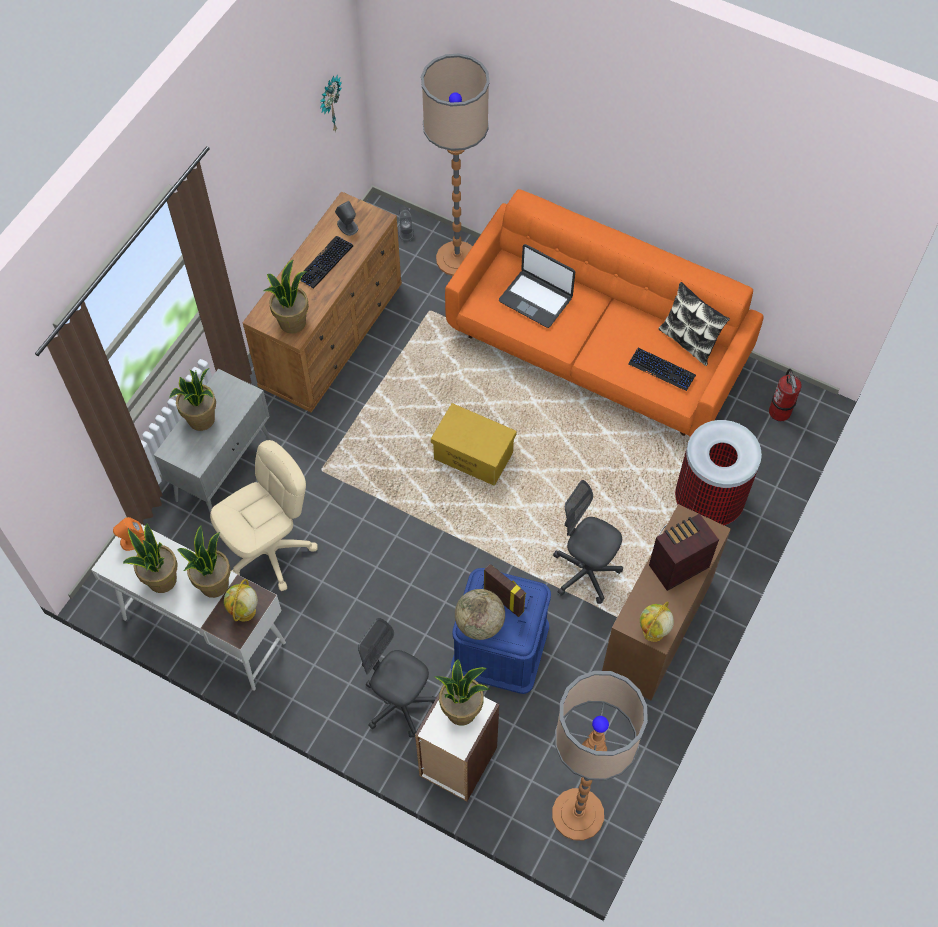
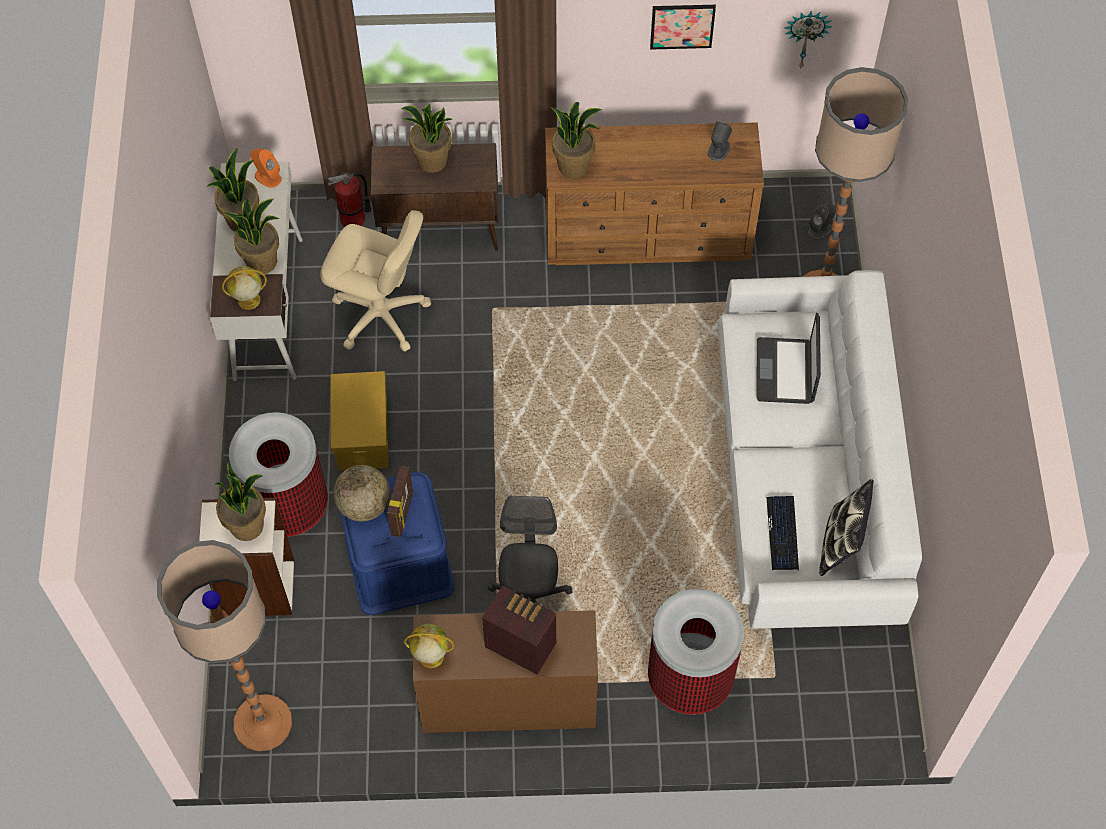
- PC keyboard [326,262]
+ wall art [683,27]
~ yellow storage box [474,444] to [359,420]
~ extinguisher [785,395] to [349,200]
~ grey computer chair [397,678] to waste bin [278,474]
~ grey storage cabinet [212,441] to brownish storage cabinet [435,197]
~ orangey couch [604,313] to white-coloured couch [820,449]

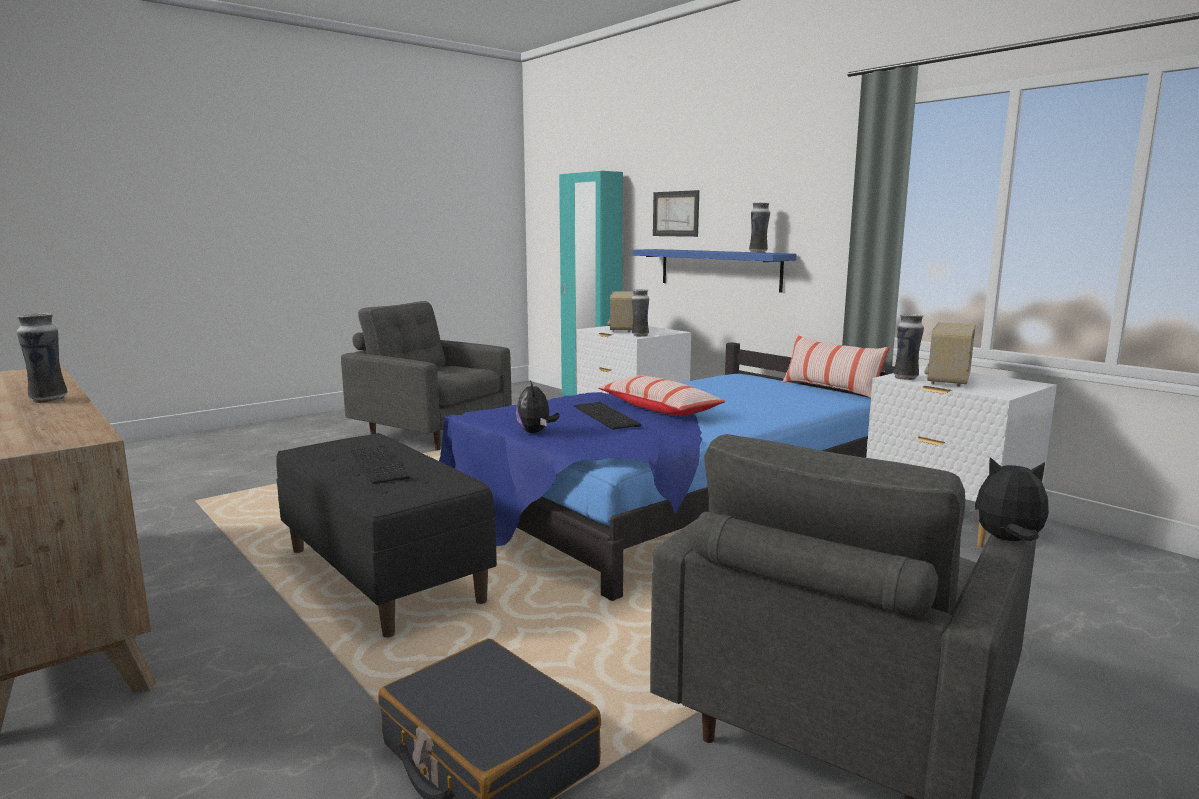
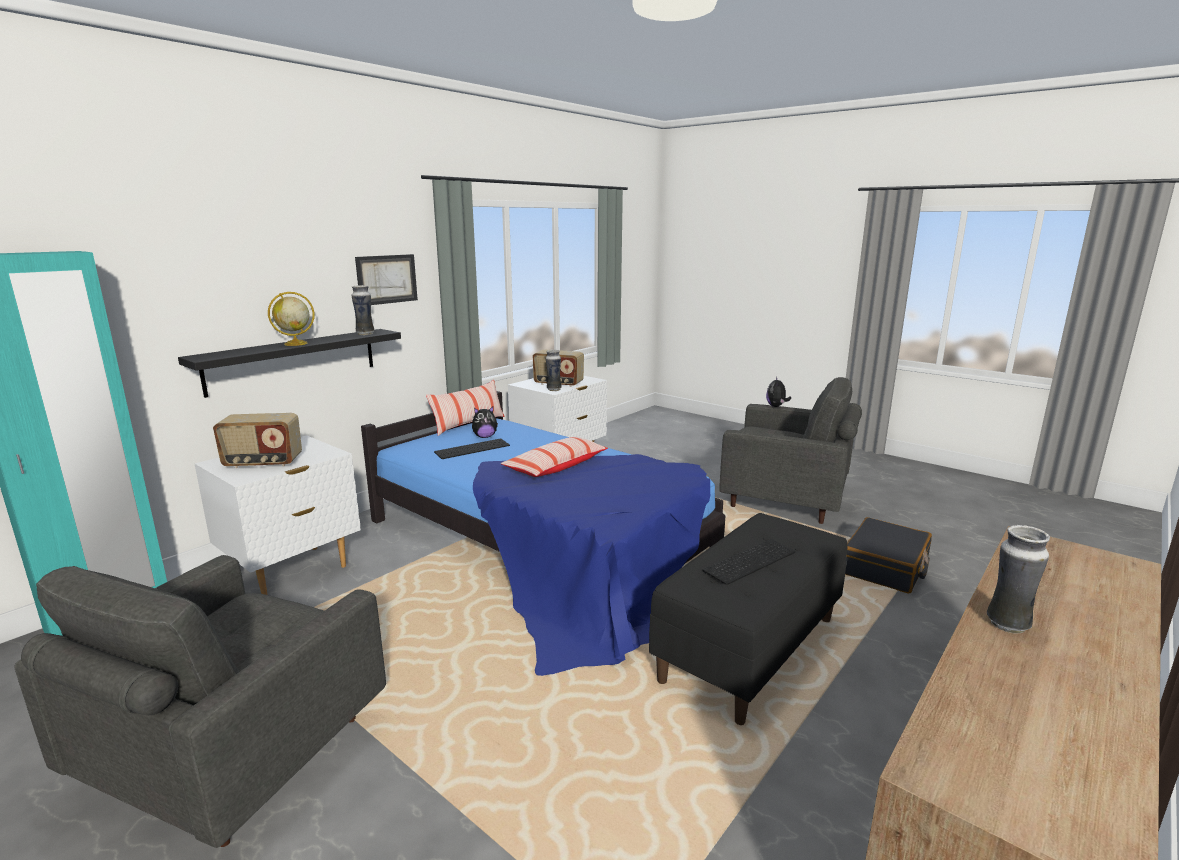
- vase [640,313]
+ desk globe [291,319]
~ soft toy [537,406] to [485,422]
~ PC keyboard [607,416] to [472,448]
~ wall art [676,213] to [386,279]
~ blue-coloured bracket shelf [714,271] to black bracket shelf [289,363]

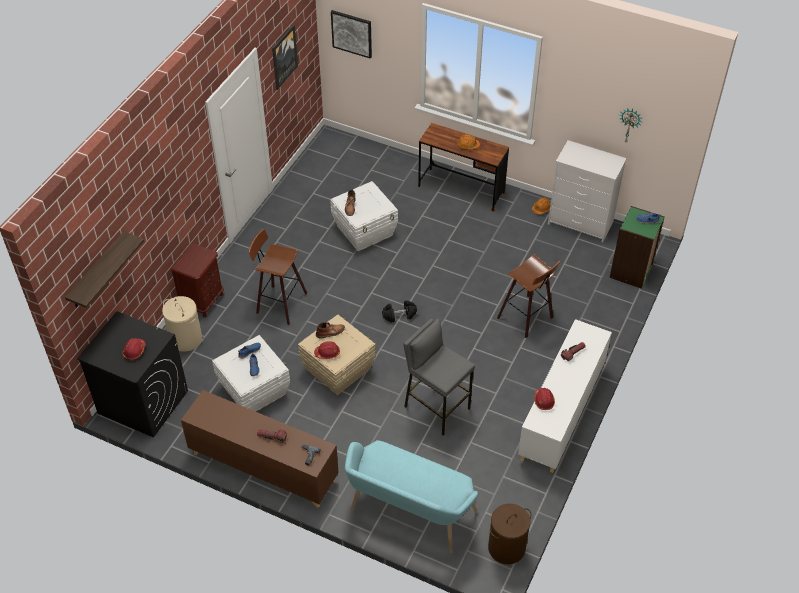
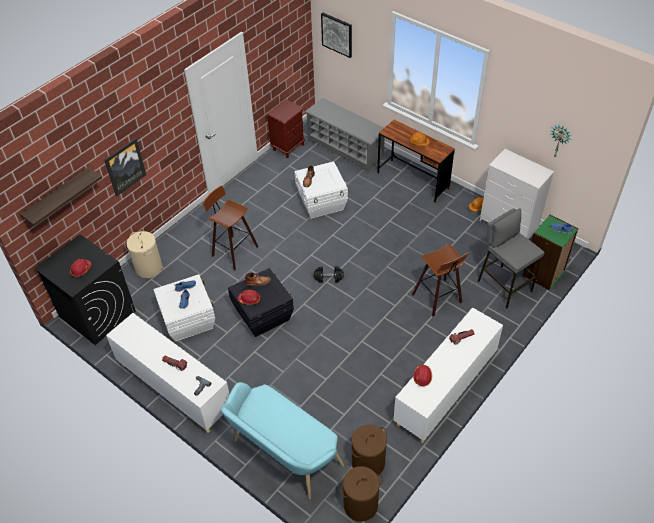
+ grey shoe shelf [345,135]
+ brownish laundry basket [369,450]
~ brownish night table [197,280] to [286,129]
~ wall art [285,57] to [125,167]
~ grey sitting stool [439,377] to [511,258]
~ brownish storage cabinet [260,449] to white-coloured storage cabinet [167,373]
~ beige-coloured storage box [337,354] to black storage box [261,302]

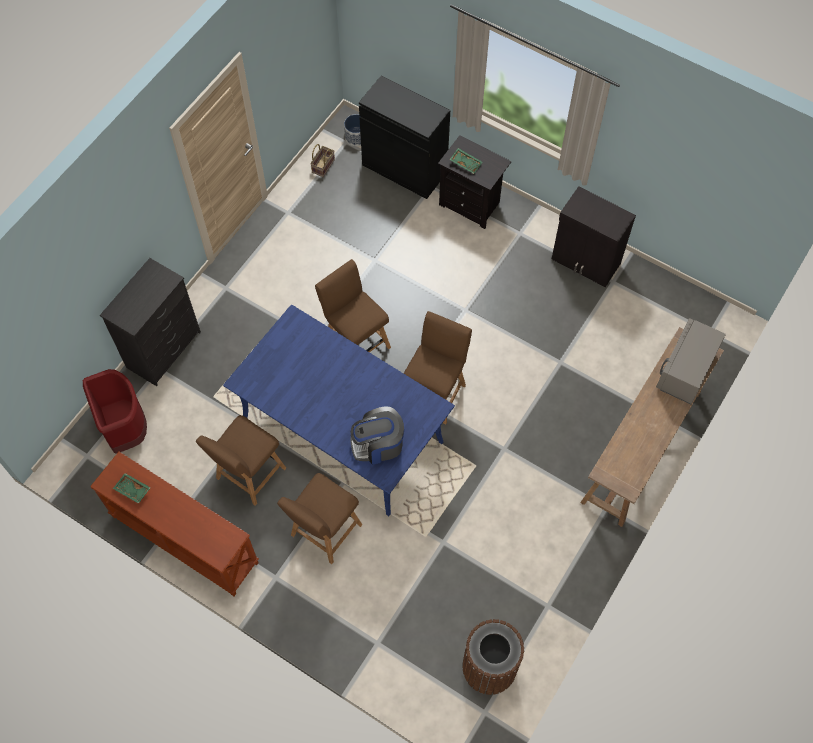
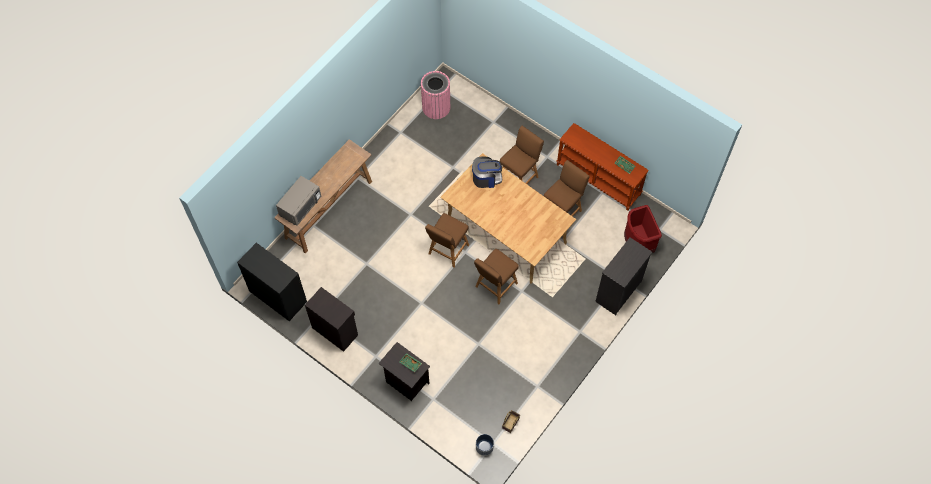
~ black storage cabinet [404,137] to [272,282]
~ blue-coloured dinner table [339,410] to beige-coloured dinner table [508,218]
~ brownish waste bin [493,657] to pinkish waste bin [435,95]
~ brownish upright chair [353,305] = [496,276] 75 degrees clockwise

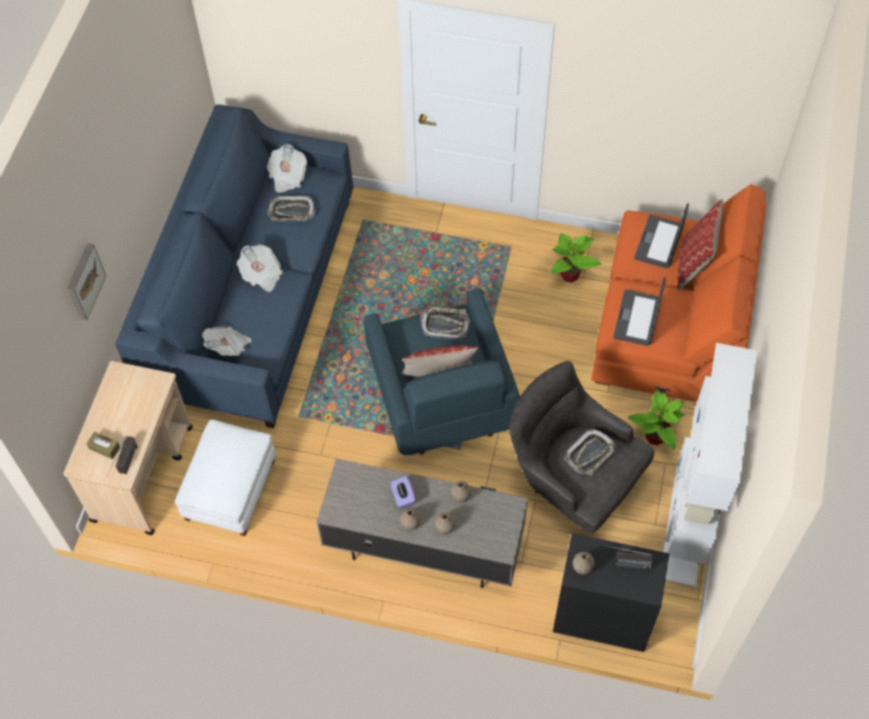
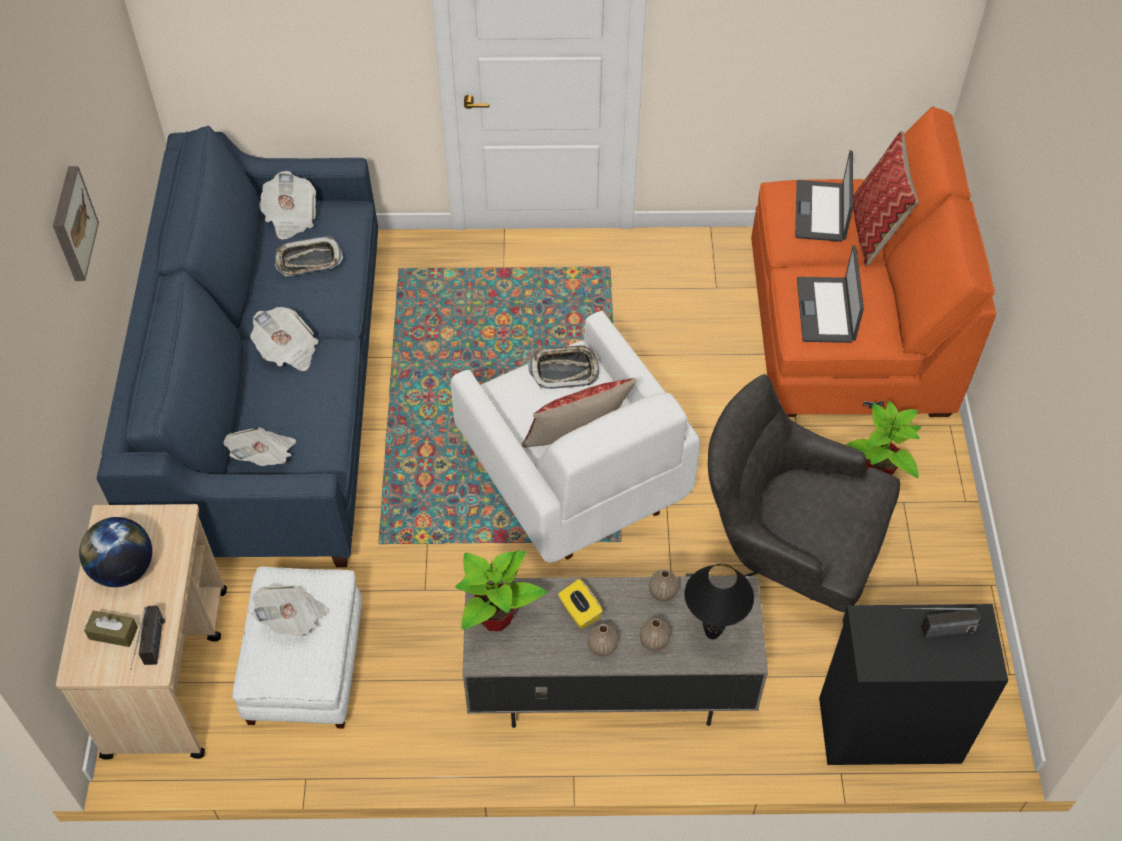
- serving tray [590,452]
- vase [583,563]
- white-coloured bookshelf [710,465]
+ desk globe [115,552]
+ newspaper [290,610]
+ black lamp for a table [719,601]
~ wall art [86,281] to [76,223]
~ potted plant [576,258] to [501,590]
~ blue-coloured lounge chair [442,371] to white-coloured lounge chair [575,437]
~ purple-coloured tissue box [403,492] to yellow tissue box [580,604]

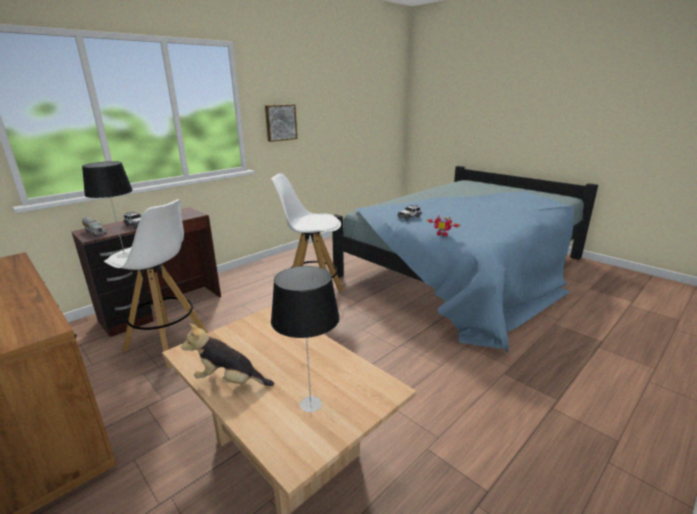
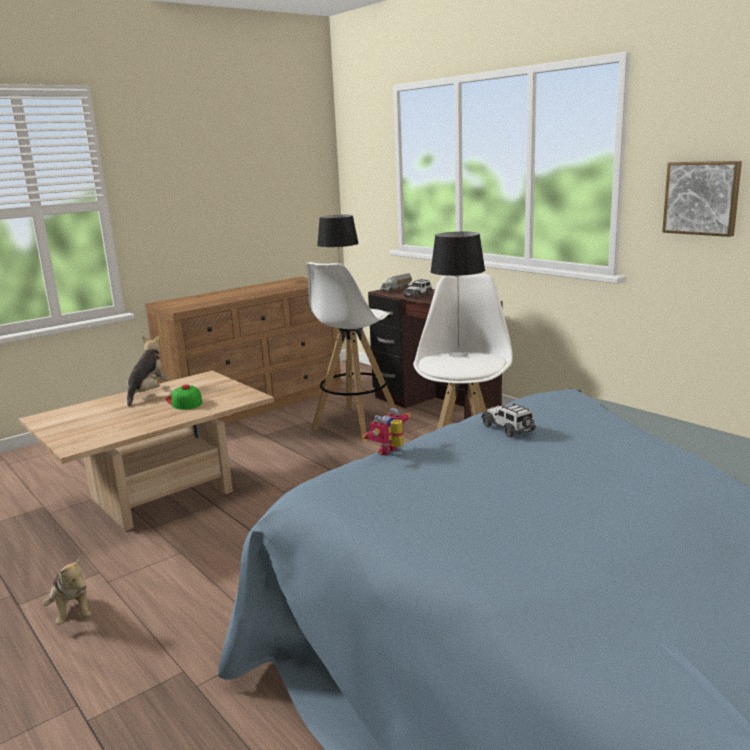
+ soft toy [66,590]
+ peaked cap [184,397]
~ lamp for a table [305,339] to [457,295]

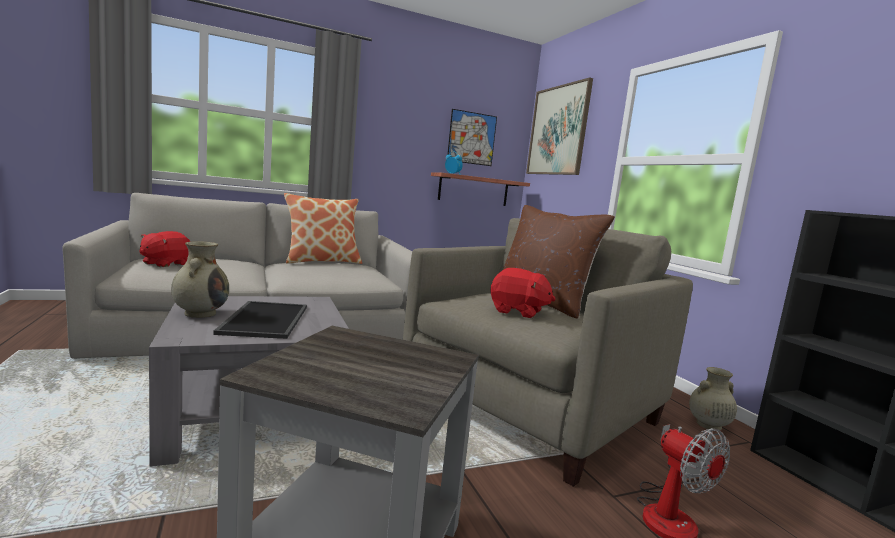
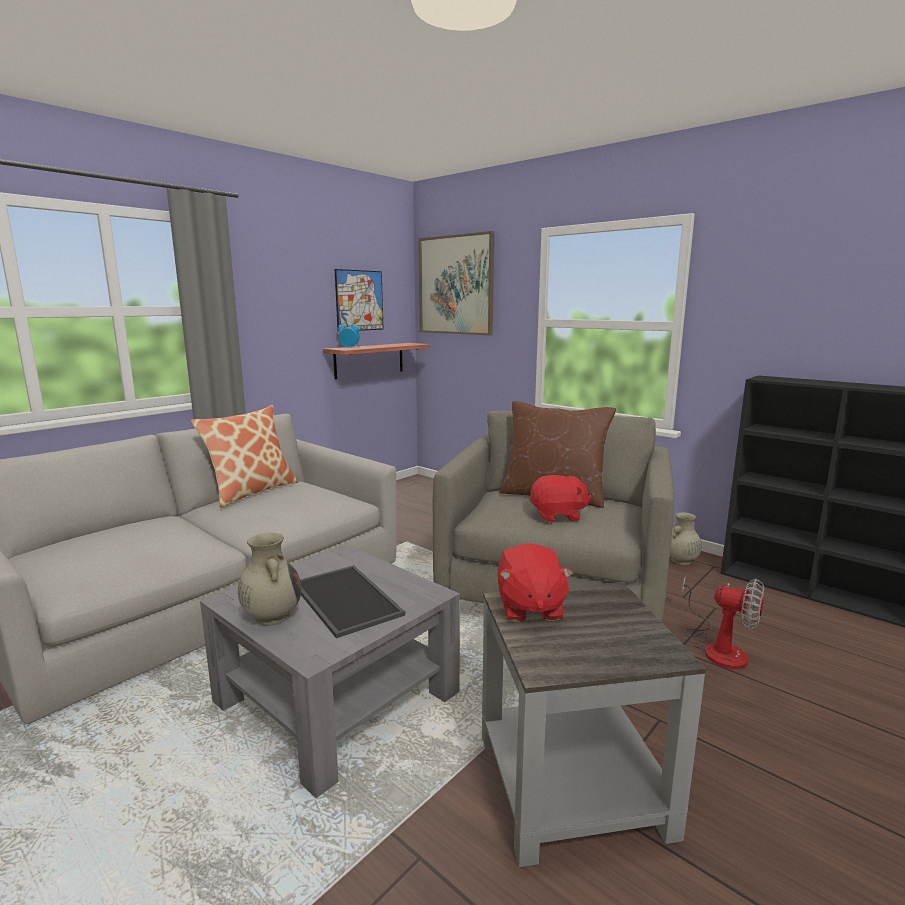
~ red-coloured soft toy [165,249] to [535,582]

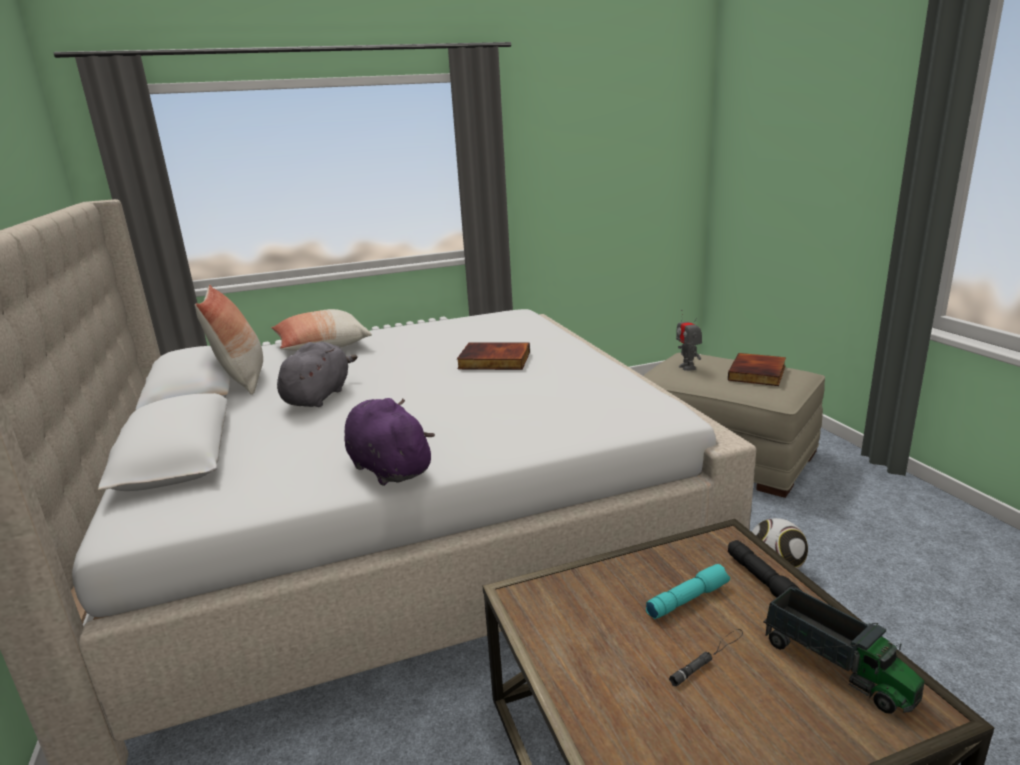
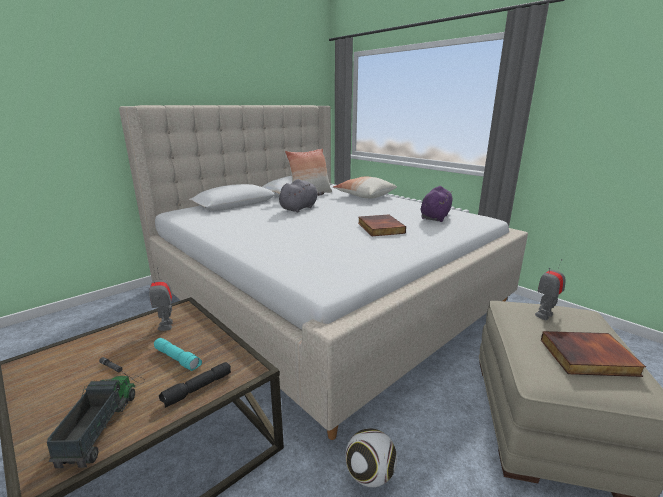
+ toy robot [161,299]
~ purple-coloured soft toy [389,442] to [436,204]
~ grey soft toy [317,374] = [301,195] 45 degrees counterclockwise
~ toy lorry [844,650] = [91,422] 150 degrees clockwise

